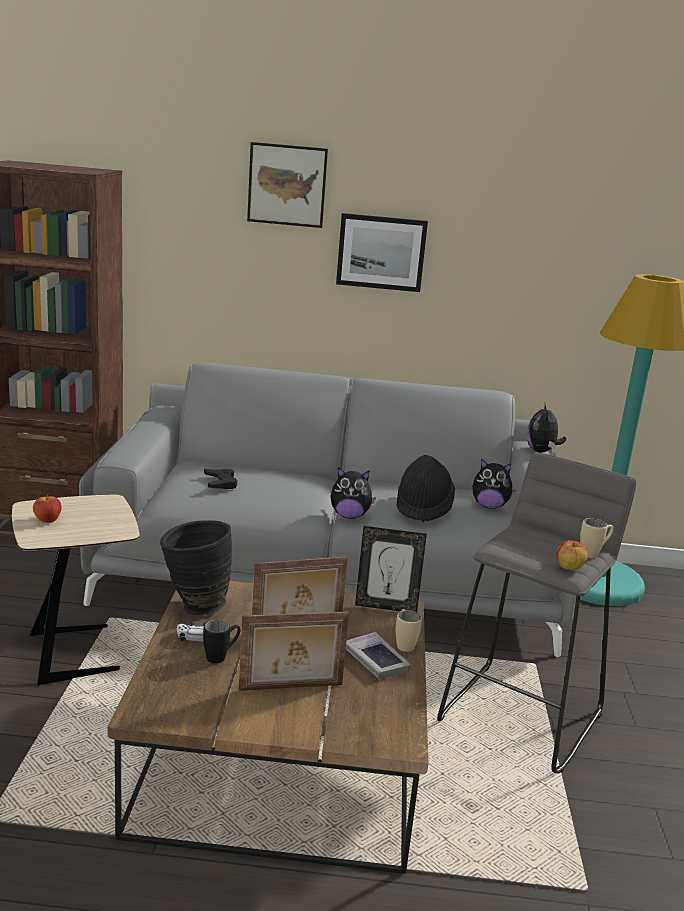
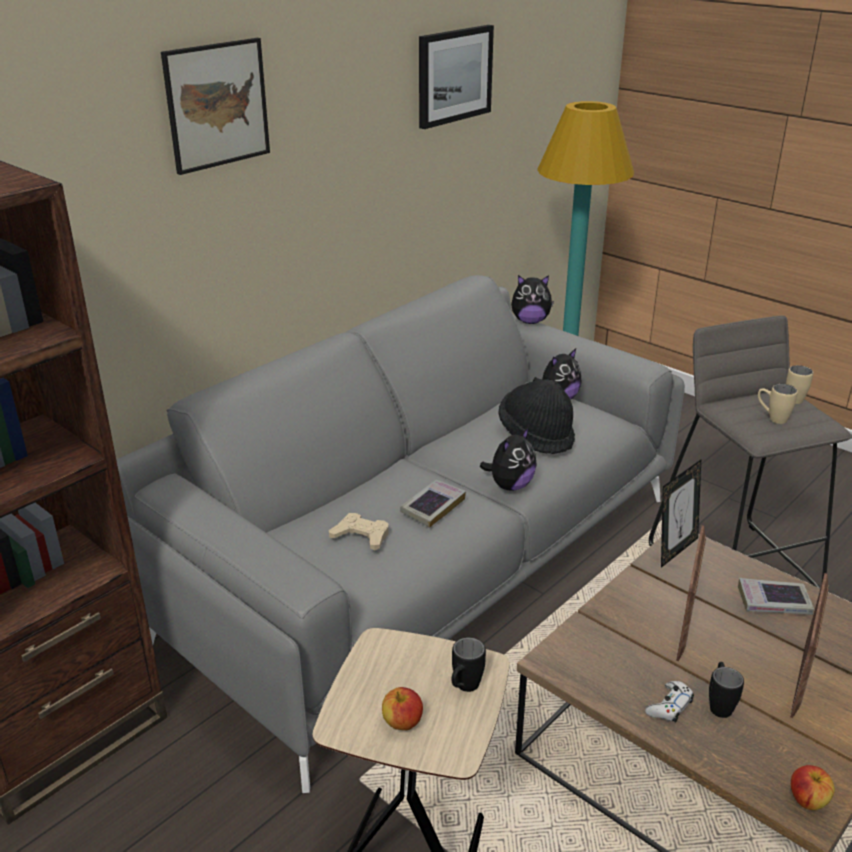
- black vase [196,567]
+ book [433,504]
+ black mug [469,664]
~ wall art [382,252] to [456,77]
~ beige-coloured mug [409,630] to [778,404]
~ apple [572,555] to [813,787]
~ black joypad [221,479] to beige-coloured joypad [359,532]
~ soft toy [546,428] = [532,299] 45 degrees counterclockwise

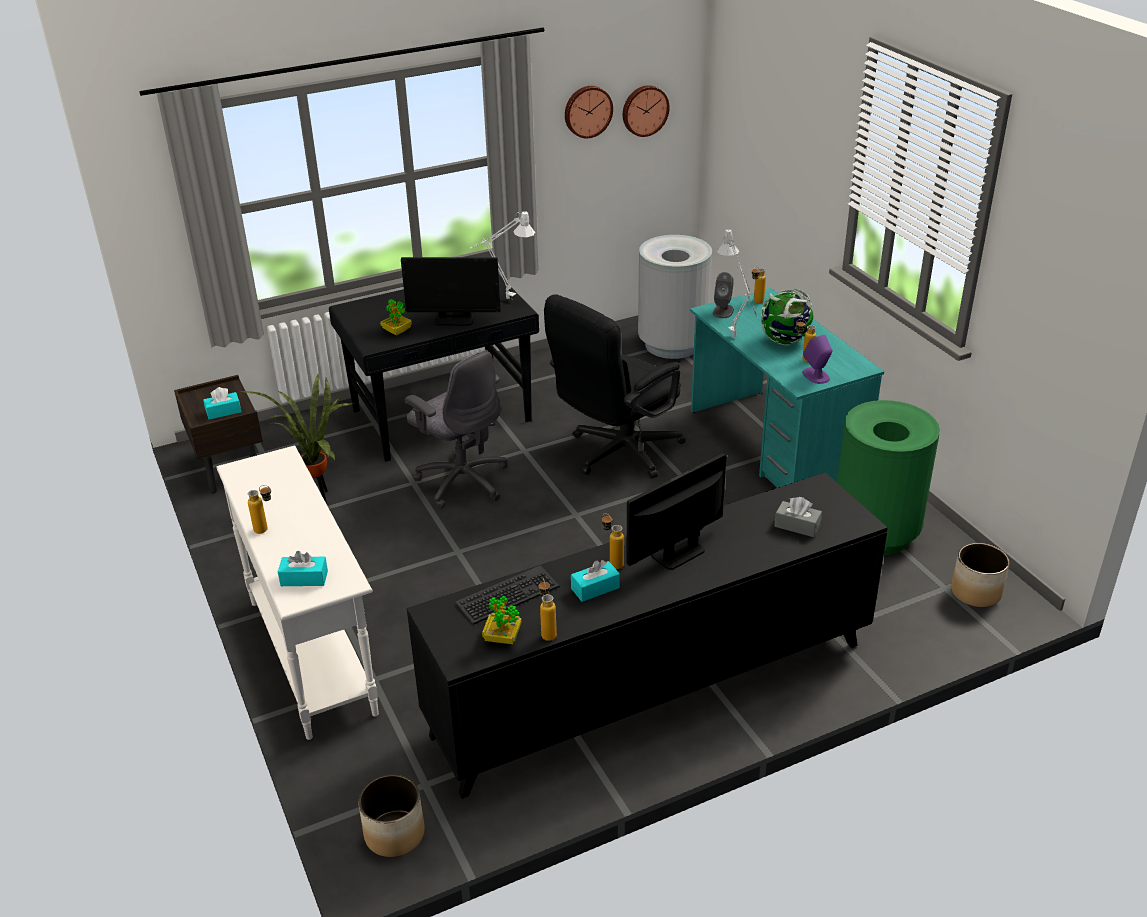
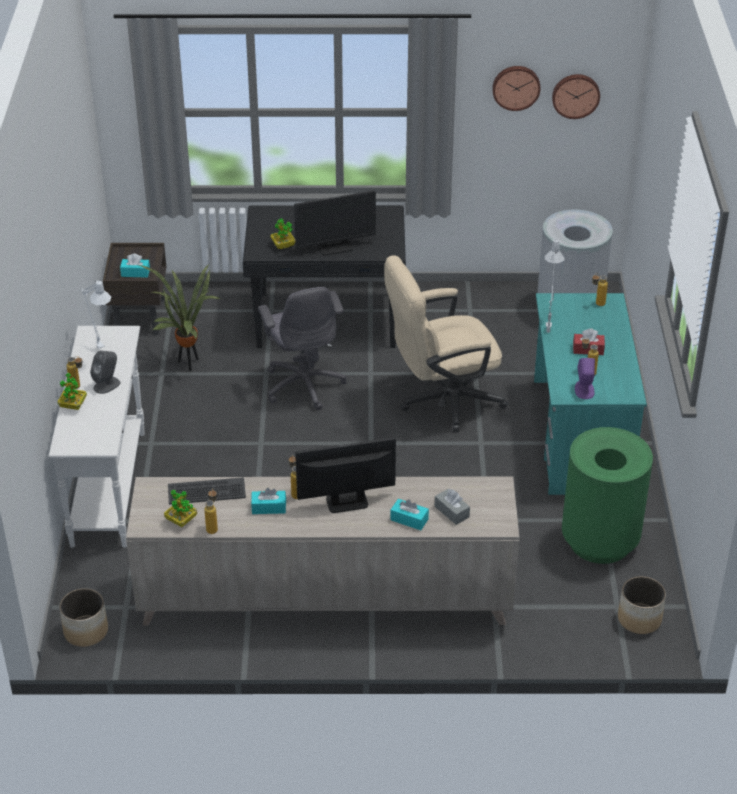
+ potted plant [72,391]
~ turquoise-coloured tissue box [303,568] to [409,514]
~ white-coloured lamp for a table [502,255] to [94,314]
~ grey loudspeaker [723,295] to [105,372]
~ desk globe [787,317] to red-coloured tissue box [589,341]
~ black storage cabinet [647,636] to beige-coloured storage cabinet [323,551]
~ black computer chair [615,386] to beige-coloured computer chair [446,343]
~ computer display [451,291] = [335,223] 45 degrees counterclockwise

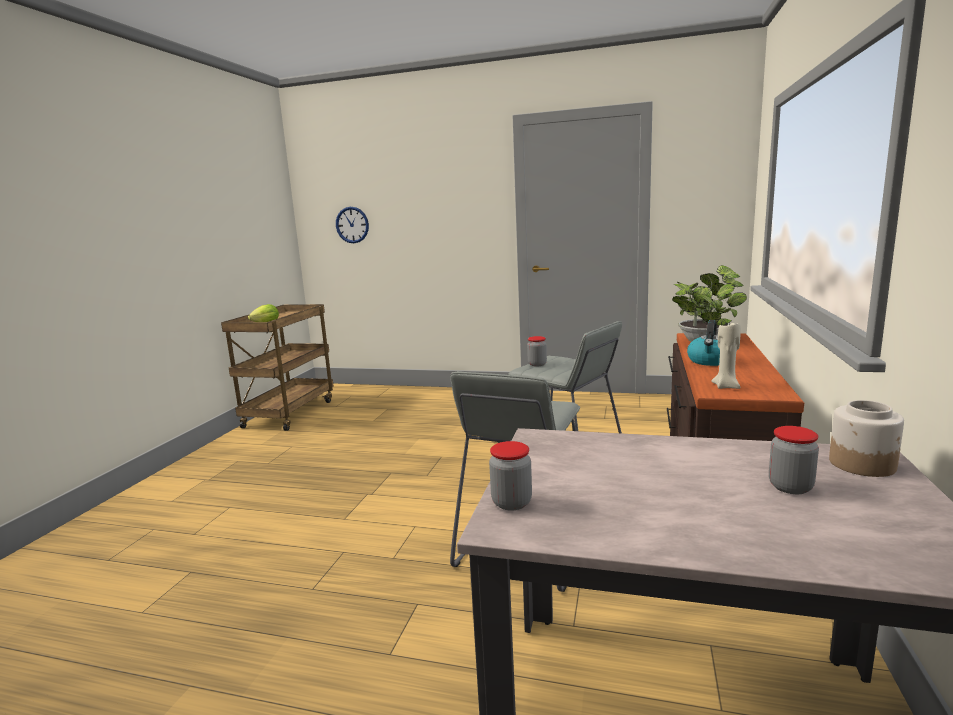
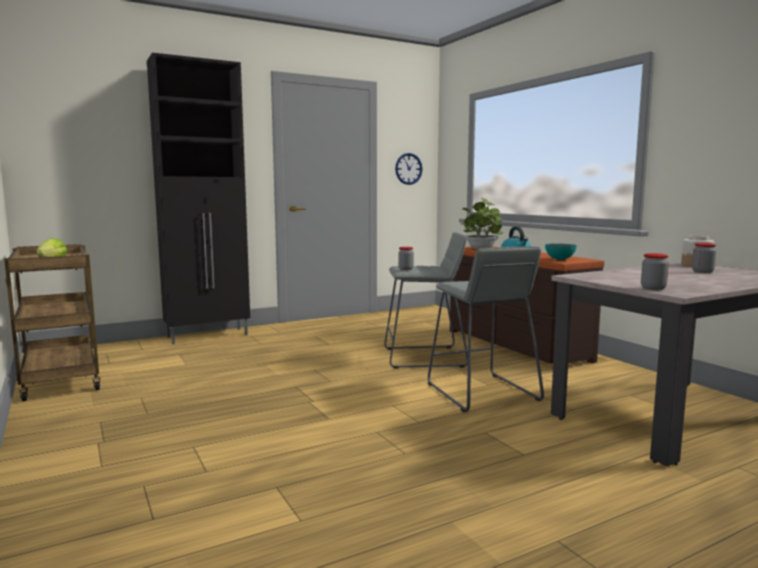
+ black storage cabinet [198,199]
~ clock on the wall [352,225] to [408,169]
~ beige-coloured wax light [726,355] to serving bowl [561,252]

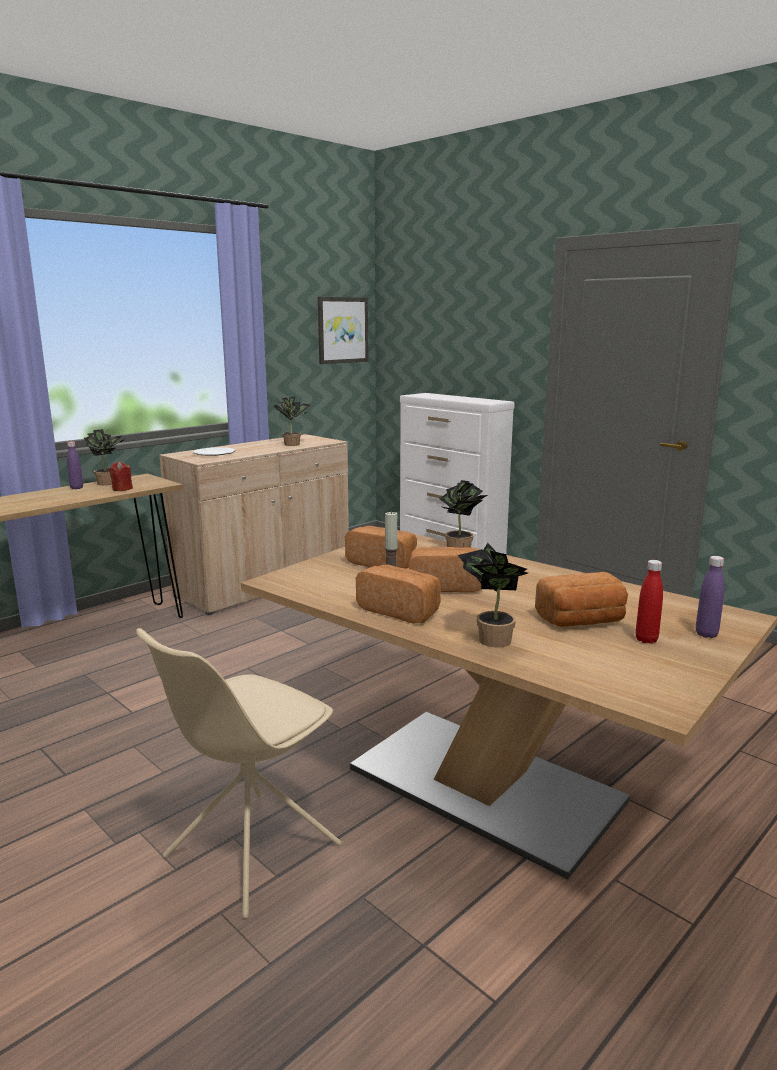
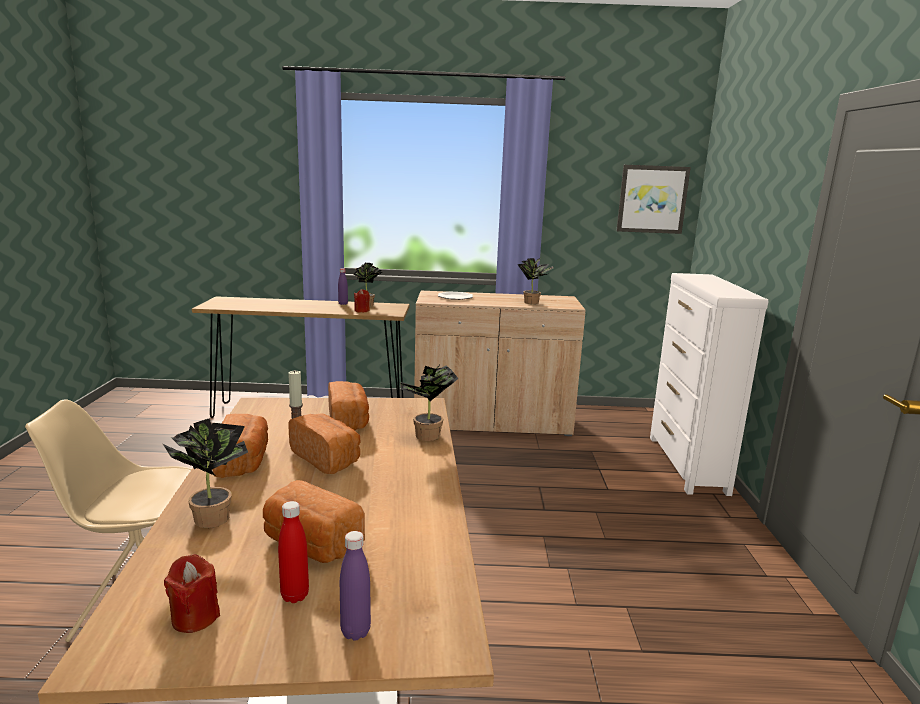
+ red-coloured wax light [192,593]

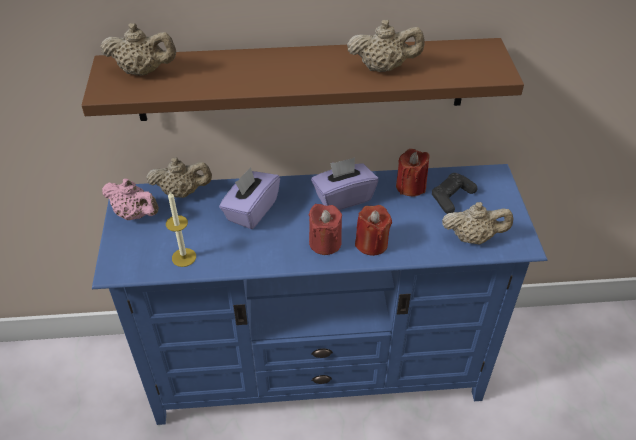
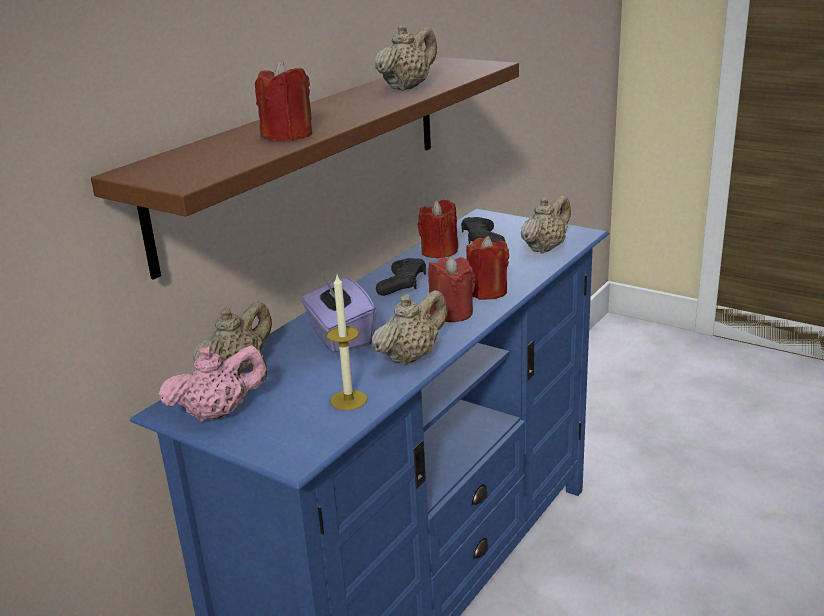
+ red-coloured wax light [283,100]
~ beige-coloured pot for tea [138,49] to [410,327]
~ purple-coloured tissue box [344,183] to black joypad [401,277]

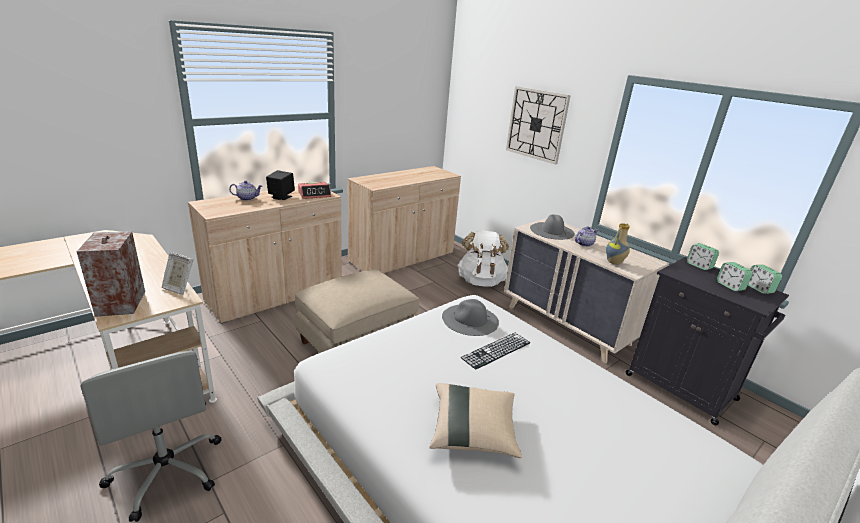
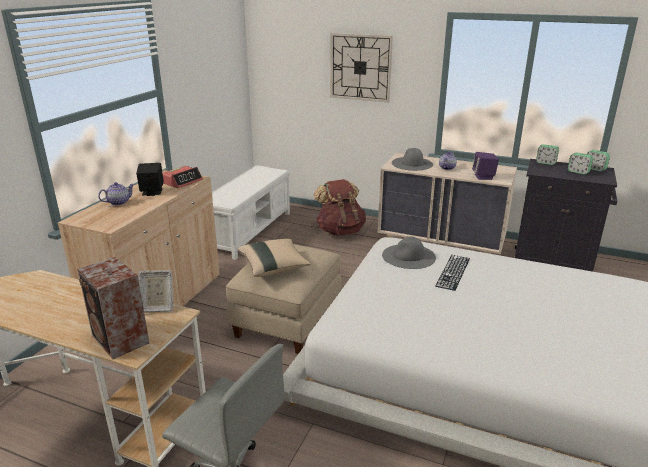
~ beige-coloured throw pillow [475,420] to [274,258]
~ beige-coloured storage cabinet [404,219] to white-coloured long seat [251,212]
~ vase [618,244] to purple-coloured loudspeaker [485,166]
~ white-coloured knapsack [483,258] to brownish knapsack [340,207]

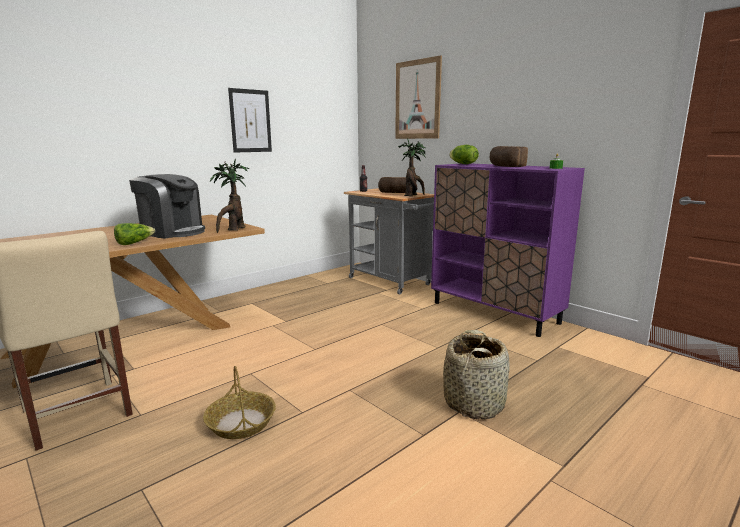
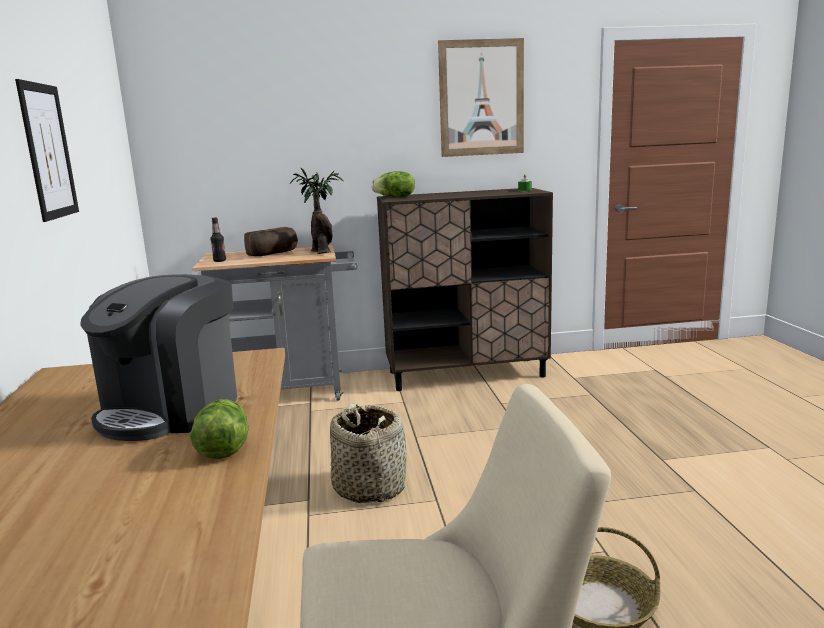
- potted plant [229,195]
- bread [509,156]
~ wall art [418,97] to [481,97]
~ household basket [476,374] to [368,453]
~ purple-coloured storage cabinet [508,250] to brownish storage cabinet [465,289]
~ coffee machine [167,206] = [158,357] 150 degrees clockwise

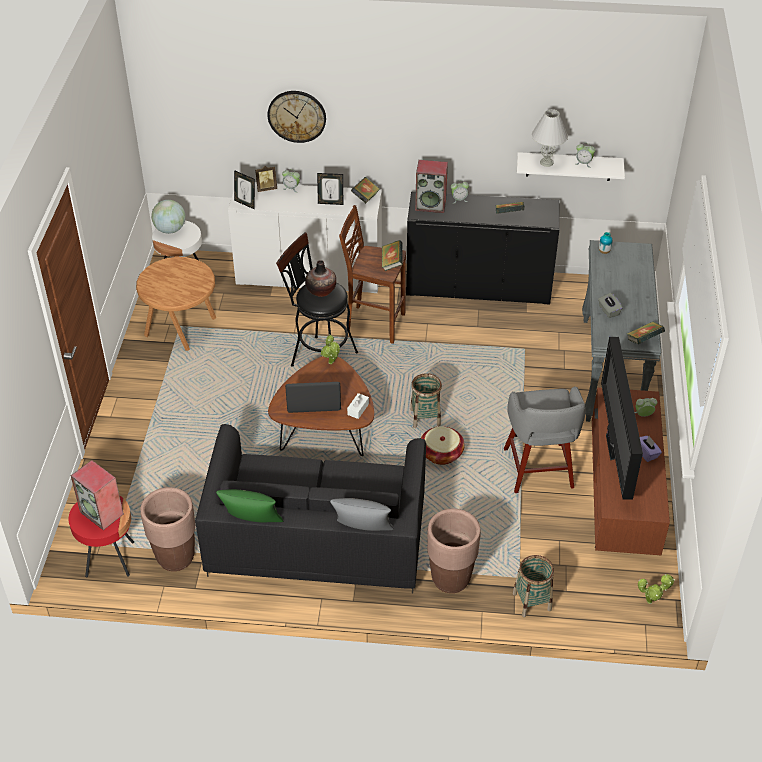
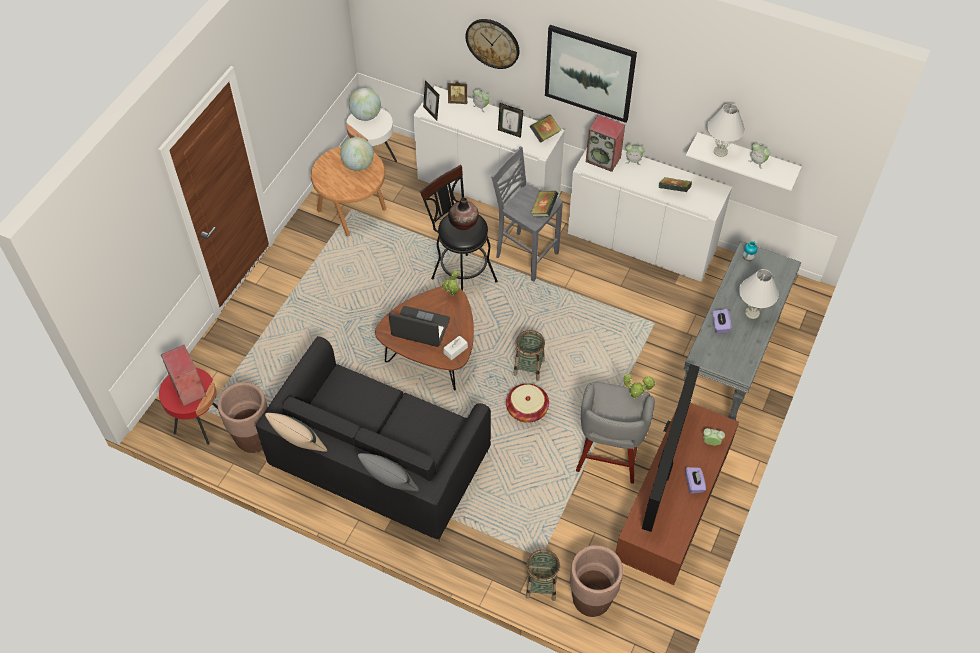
- book [646,333]
+ desk globe [357,154]
+ wall art [591,74]
+ white-coloured lamp for a table [759,294]
~ brownish plant pot [454,550] to [596,581]
~ potted plant [656,589] to [640,386]
~ green-coloured throw pillow [249,505] to beige-coloured throw pillow [296,432]
~ brownish sitting stool [372,274] to grey sitting stool [527,214]
~ black storage cabinet [482,248] to white-coloured storage cabinet [650,215]
~ grey tissue box [610,305] to purple-coloured tissue box [722,321]

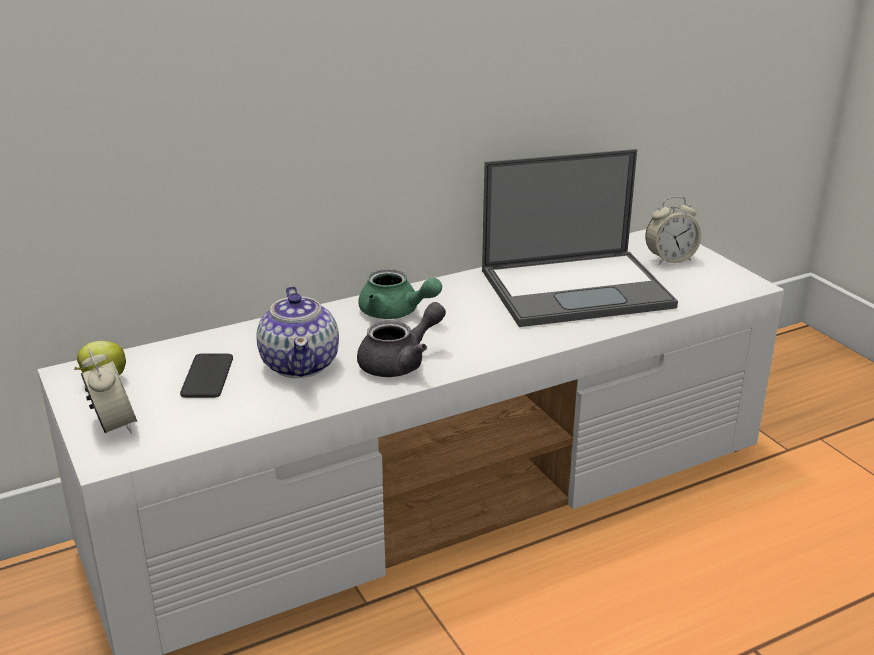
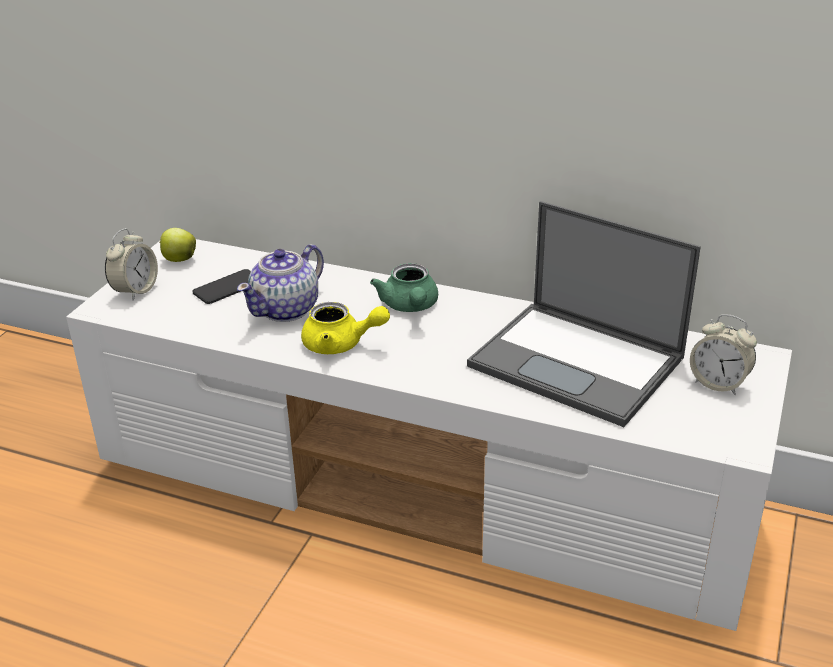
~ grey pot for tea [401,339] to yellow pot for tea [345,328]

